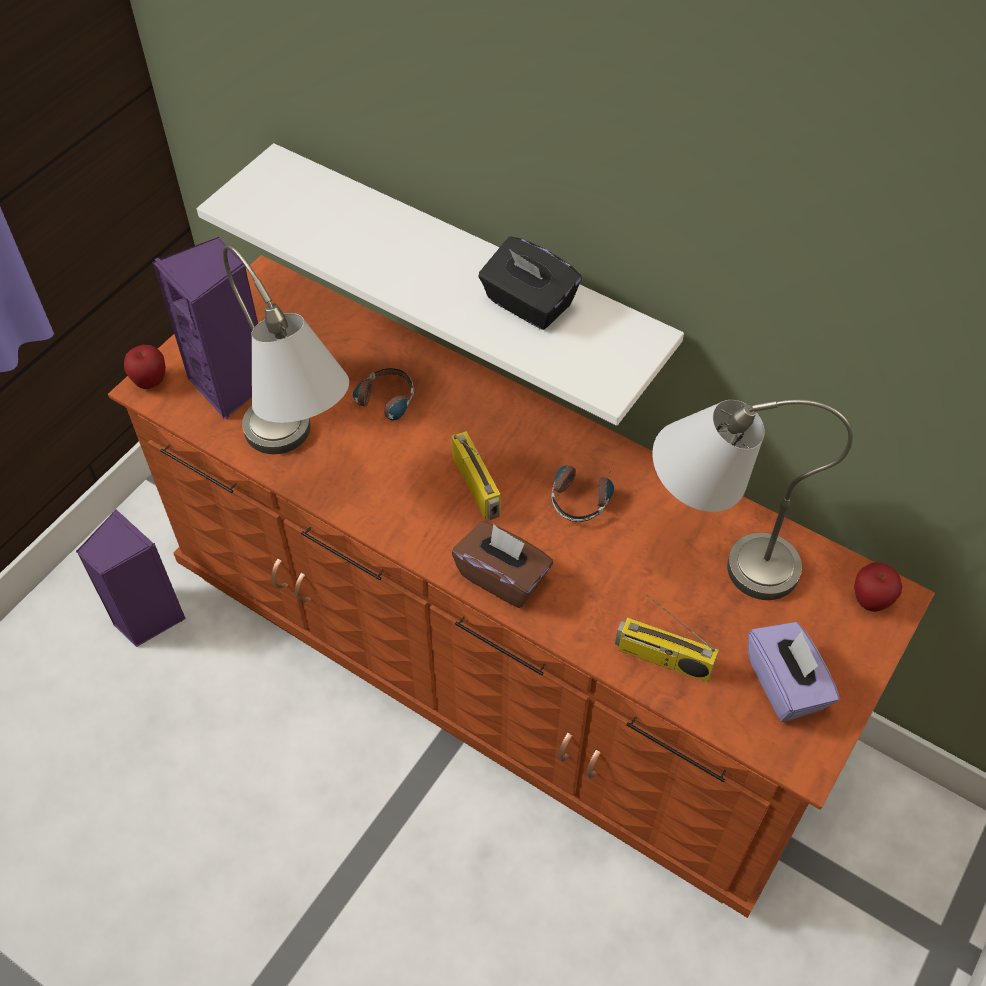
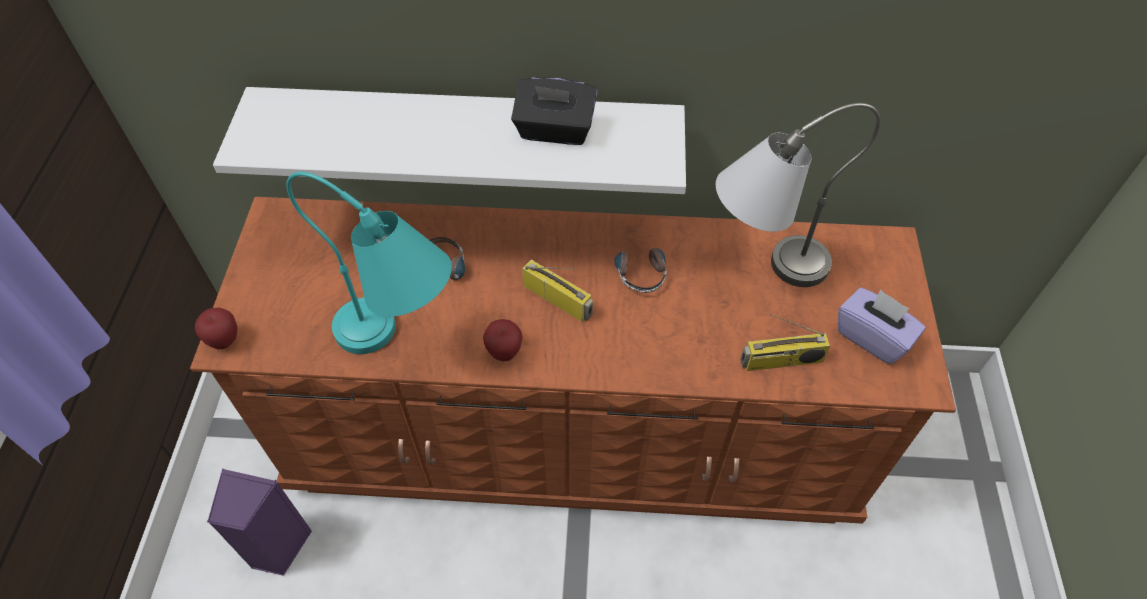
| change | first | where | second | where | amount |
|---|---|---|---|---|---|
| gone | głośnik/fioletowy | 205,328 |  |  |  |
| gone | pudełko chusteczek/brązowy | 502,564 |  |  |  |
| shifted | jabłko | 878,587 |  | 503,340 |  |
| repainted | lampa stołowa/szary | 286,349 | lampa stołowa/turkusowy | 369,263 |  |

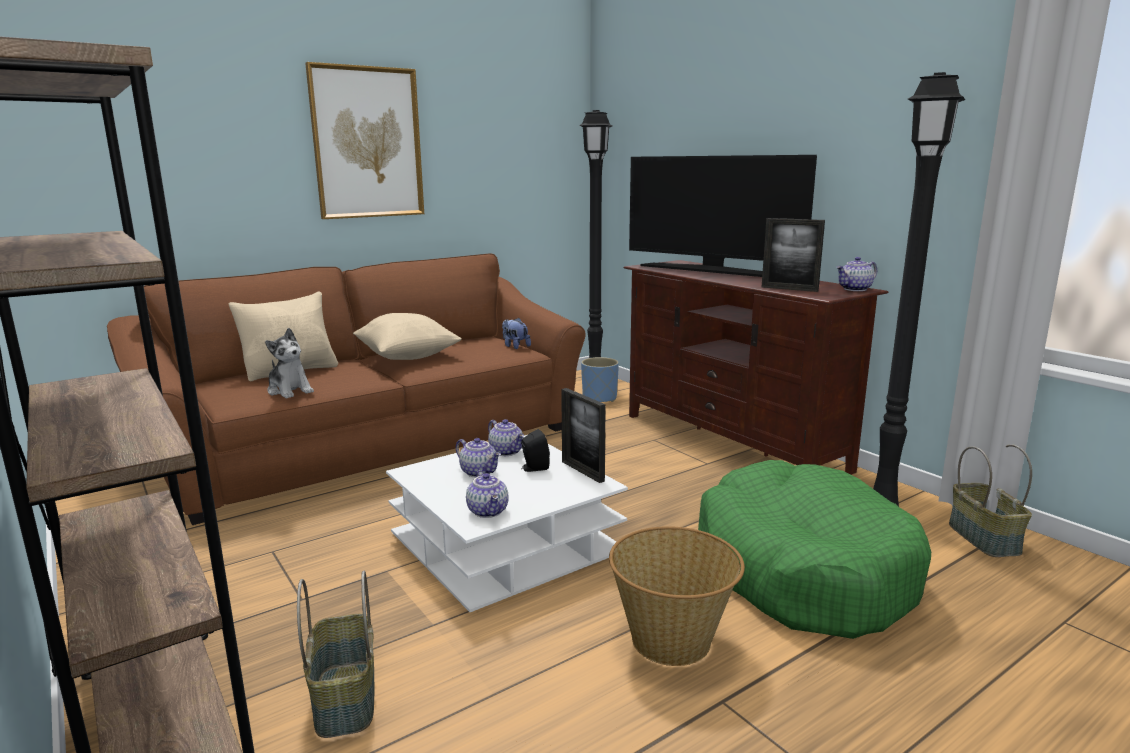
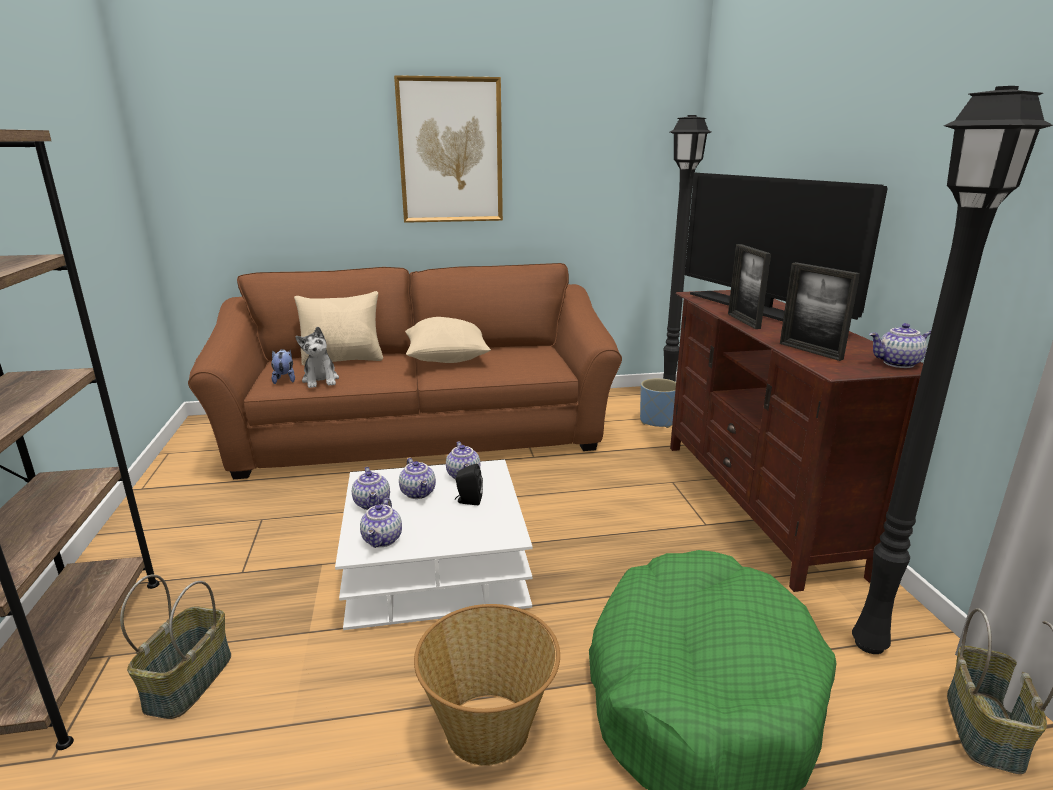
| change | first | where | second | where | amount |
|---|---|---|---|---|---|
| new |  |  | imbryk | 371,488 |  |
| shifted | pluszak | 516,333 |  | 283,366 |  |
| shifted | ramka na zdjęcie | 583,435 |  | 749,286 |  |

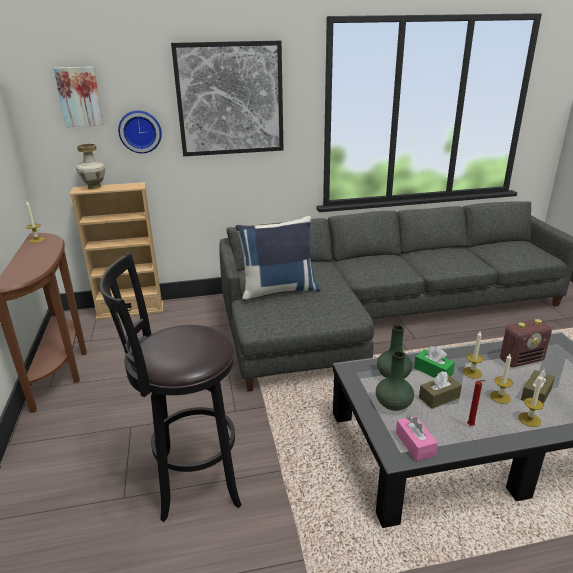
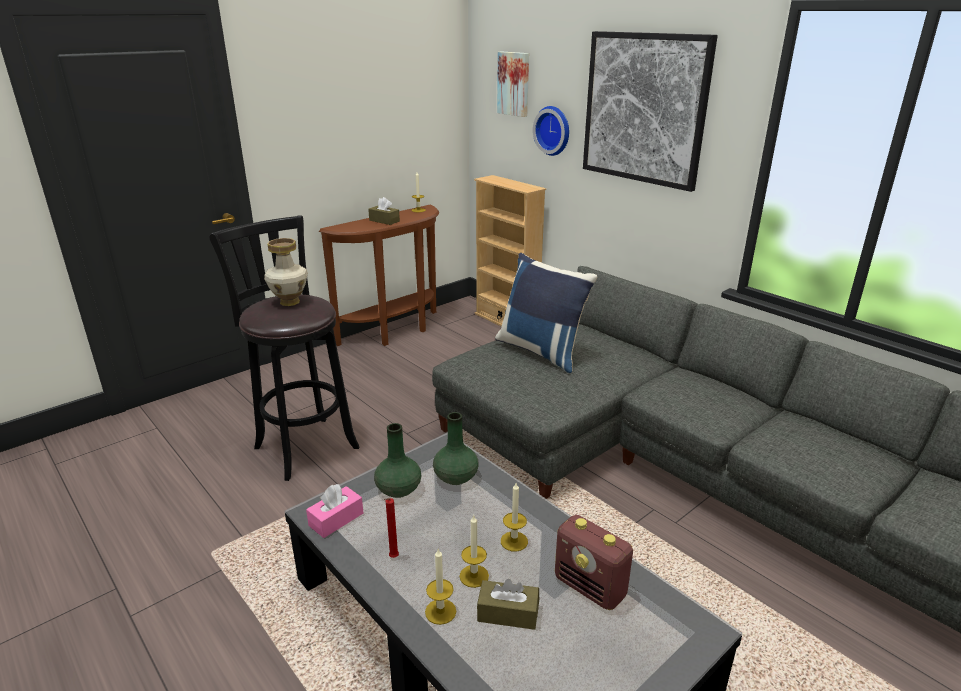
| change | first | where | second | where | amount |
|---|---|---|---|---|---|
| gone | pudełko chusteczek/zielony | 434,362 |  |  |  |
| shifted | wazon | 91,166 |  | 286,272 |  |
| shifted | pudełko chusteczek/brązowy | 440,390 |  | 384,211 |  |

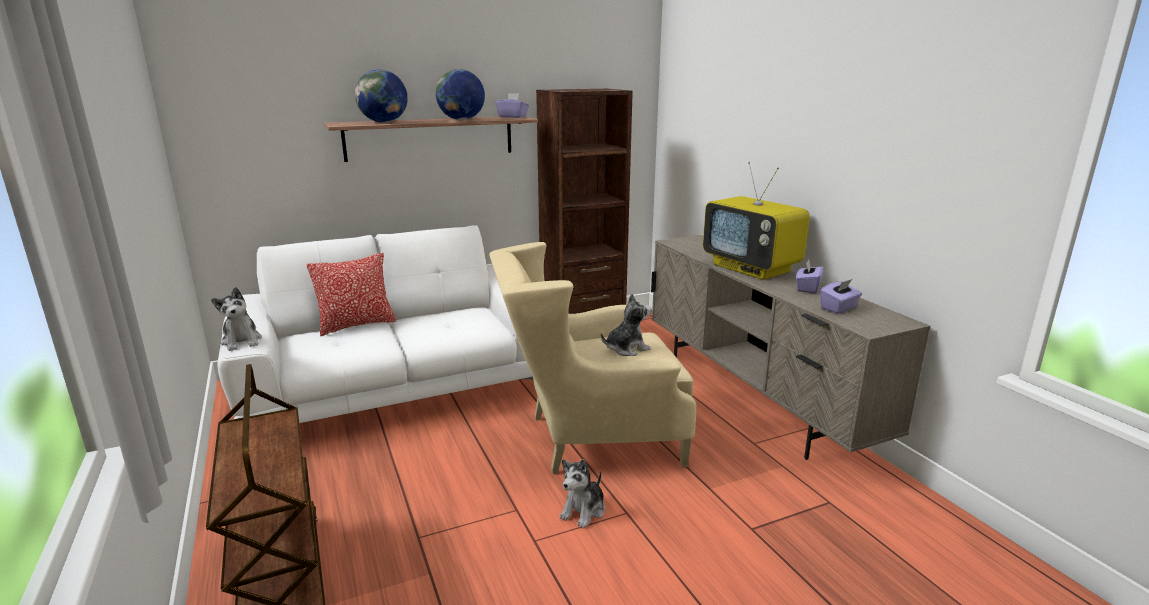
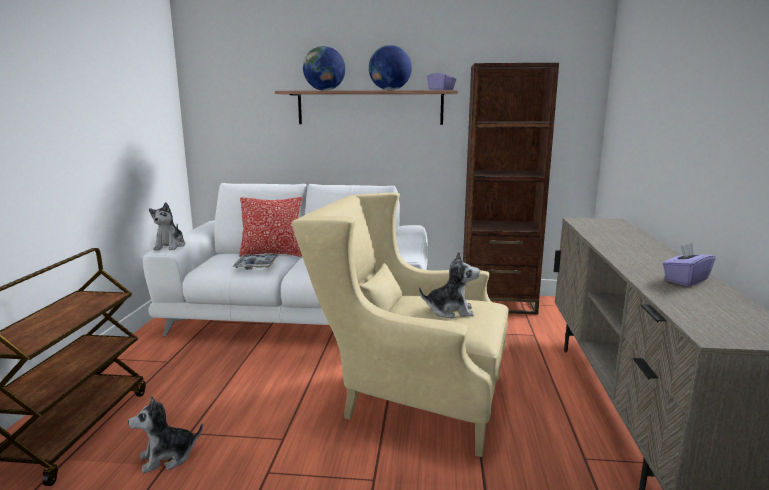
| change | first | where | second | where | amount |
|---|---|---|---|---|---|
| gone | telewizor | 756,221 |  |  |  |
| gone | pudełko chusteczek/fioletowy | 841,296 |  |  |  |
| new |  |  | taca | 255,262 |  |
| shifted | pluszak | 582,493 |  | 165,435 |  |

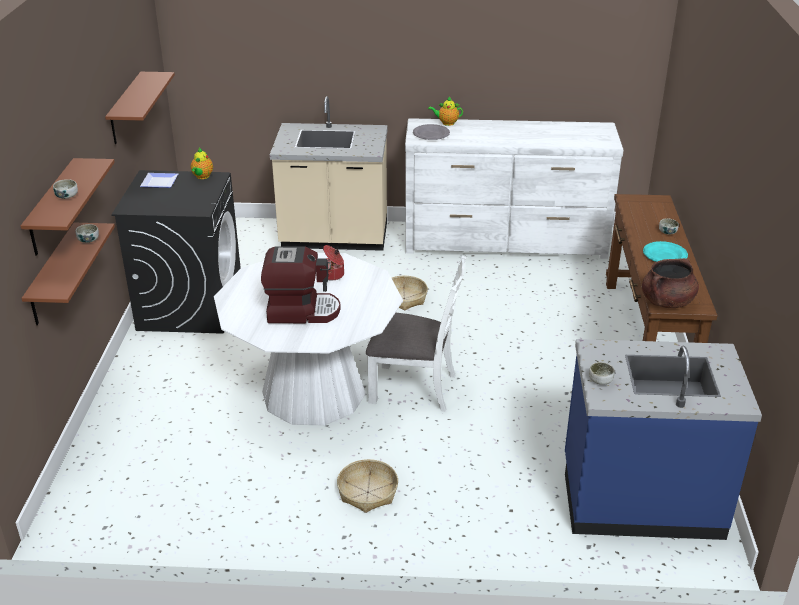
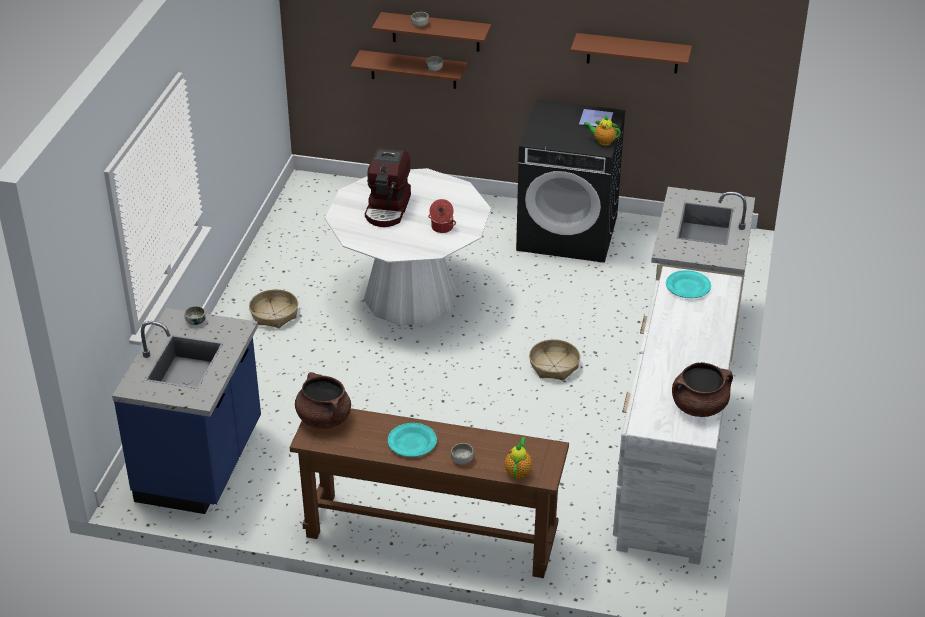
| change | first | where | second | where | amount |
|---|---|---|---|---|---|
| gone | krzesło/biały | 416,333 |  |  |  |
| new |  |  | garnek/brązowy | 702,389 |  |
| shifted | imbryk | 445,111 |  | 518,458 |  |
| repainted | talerz/szary | 431,132 | talerz/turkusowy | 688,284 |  |

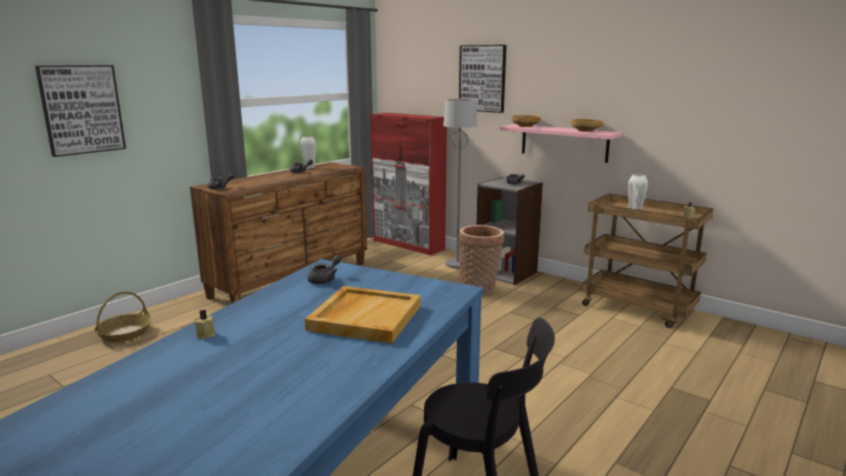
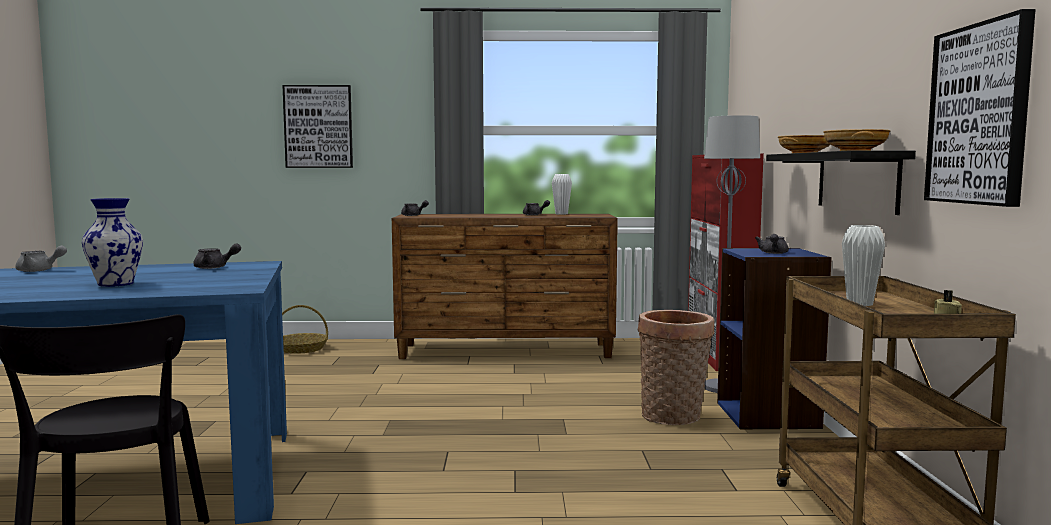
| change | first | where | second | where | amount |
|---|---|---|---|---|---|
| shifted | obraz | 482,79 |  | 980,108 |  |
| swapped | świeca/beżowy | 204,324 | imbryk/szary | 41,259 |  |
| swapped | taca/beżowy | 363,315 | wazon | 112,242 |  |
| repainted | regał/szary | 510,231 | regał/niebieski | 774,338 |  |
| repainted | półka/różowy | 561,143 | półka/czarny | 841,182 |  |

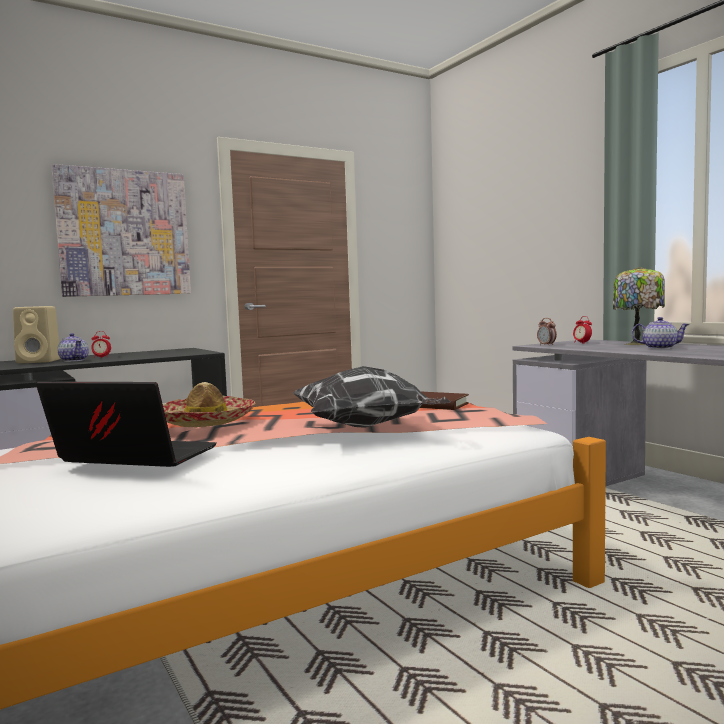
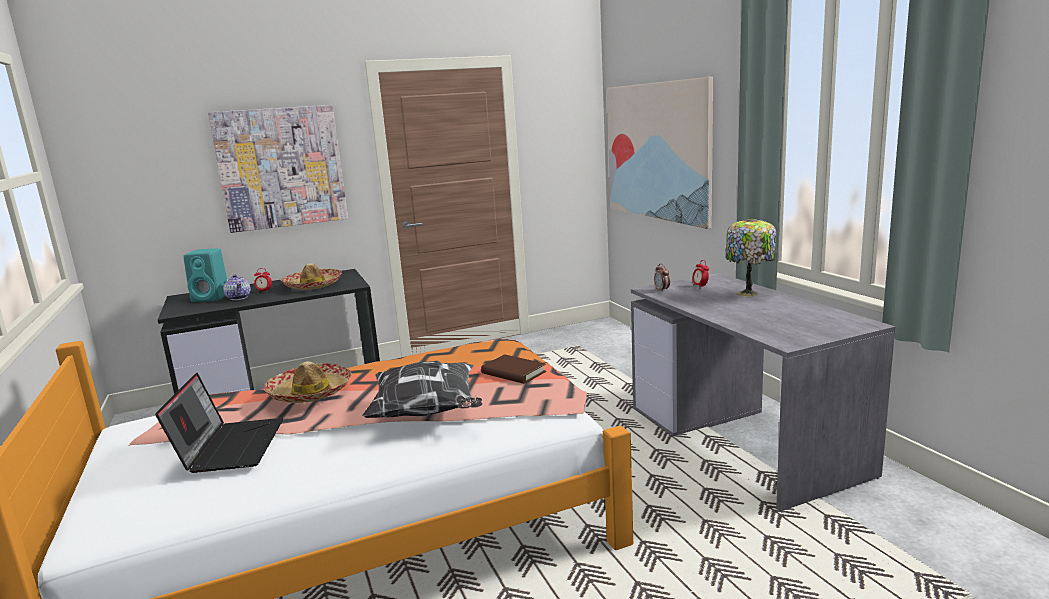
| change | first | where | second | where | amount |
|---|---|---|---|---|---|
| gone | imbryk | 660,333 |  |  |  |
| new |  |  | kapelusz | 311,276 |  |
| new |  |  | obraz | 660,153 |  |
| repainted | głośnik/beżowy | 36,334 | głośnik/turkusowy | 205,275 |  |
| rotated | laptop | 126,424 |  | 219,423 | 60 degrees clockwise |

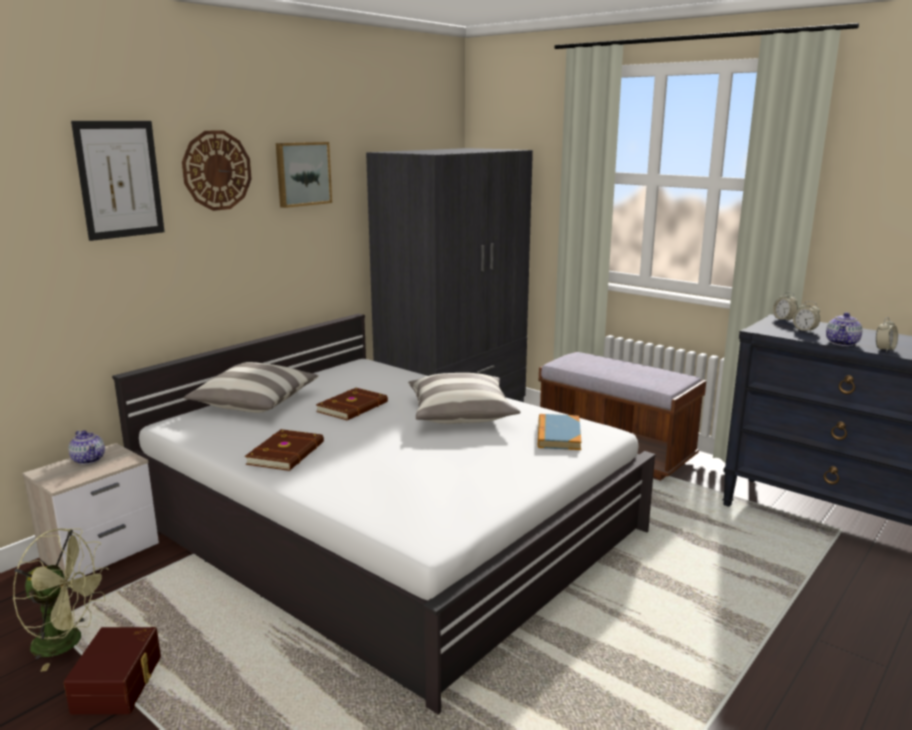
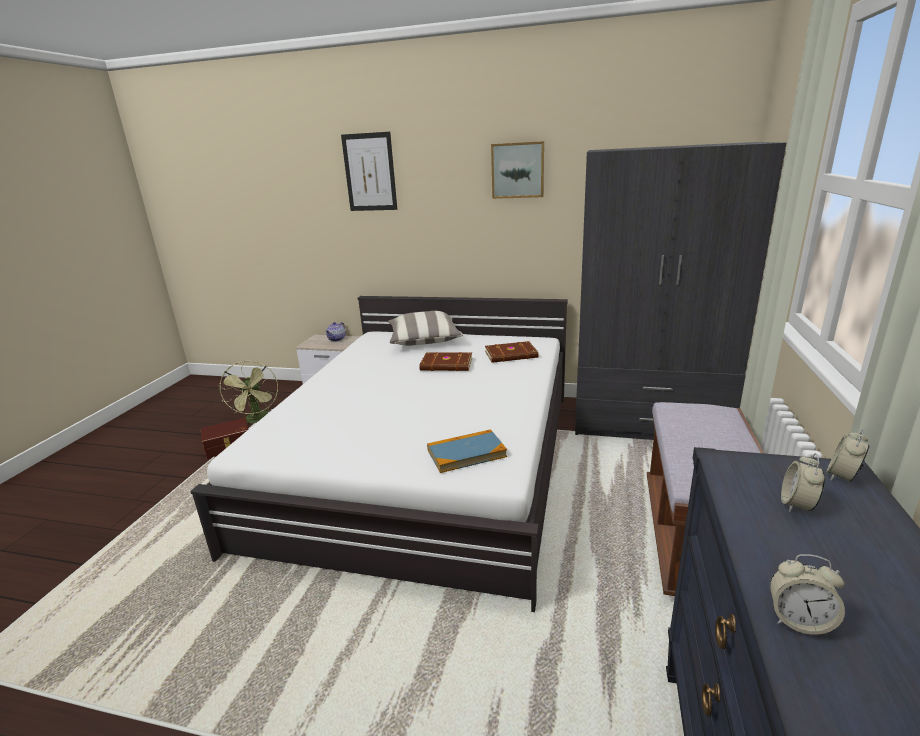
| change | first | where | second | where | amount |
|---|---|---|---|---|---|
| gone | zegar ścienny | 217,170 |  |  |  |
| gone | poduszka | 464,398 |  |  |  |
| gone | imbryk | 844,329 |  |  |  |
| shifted | książka/brązowy | 284,450 |  | 512,352 |  |

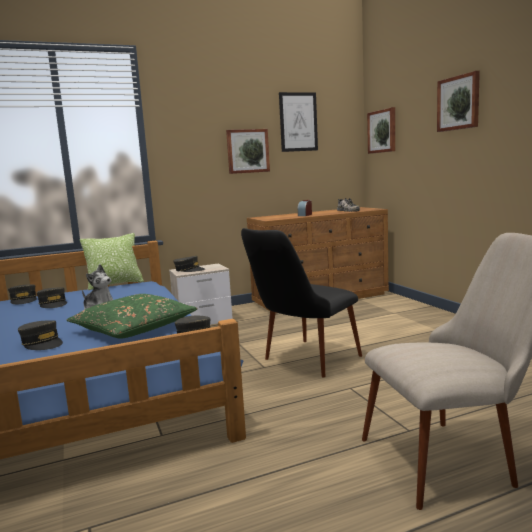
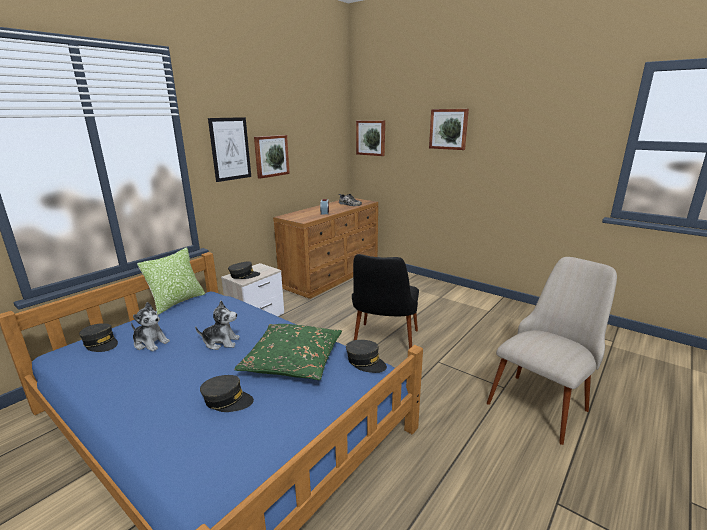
| change | first | where | second | where | amount |
|---|---|---|---|---|---|
| shifted | obraz | 298,122 |  | 229,149 |  |
| swapped | czapka z daszkiem/szary | 51,297 | pluszak | 150,326 |  |

